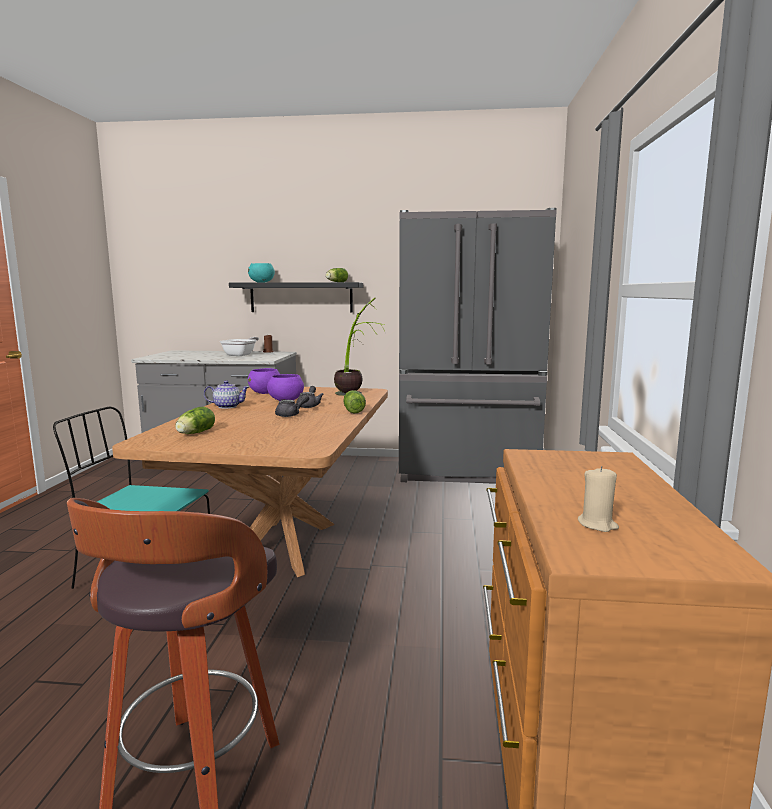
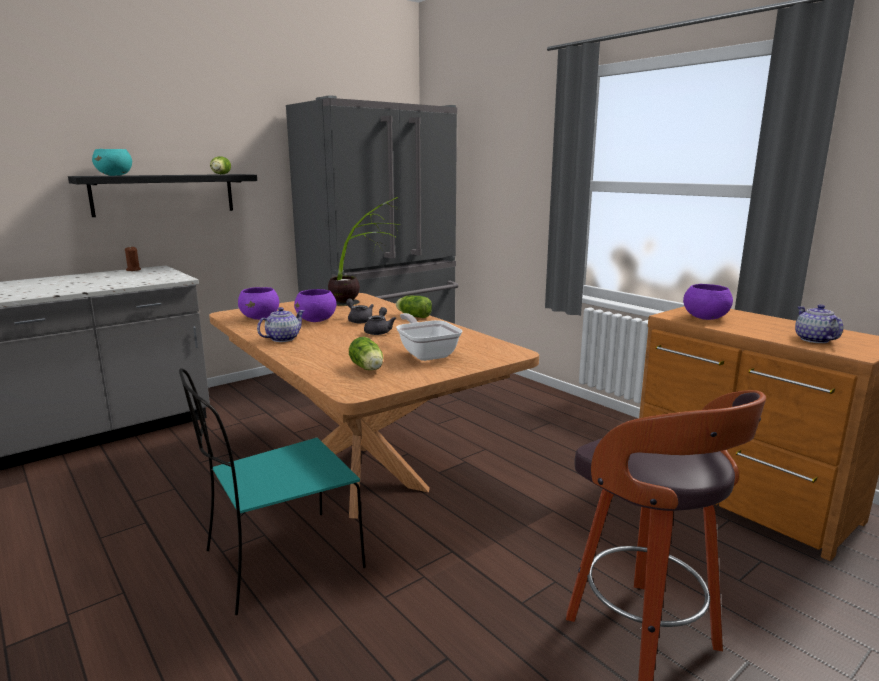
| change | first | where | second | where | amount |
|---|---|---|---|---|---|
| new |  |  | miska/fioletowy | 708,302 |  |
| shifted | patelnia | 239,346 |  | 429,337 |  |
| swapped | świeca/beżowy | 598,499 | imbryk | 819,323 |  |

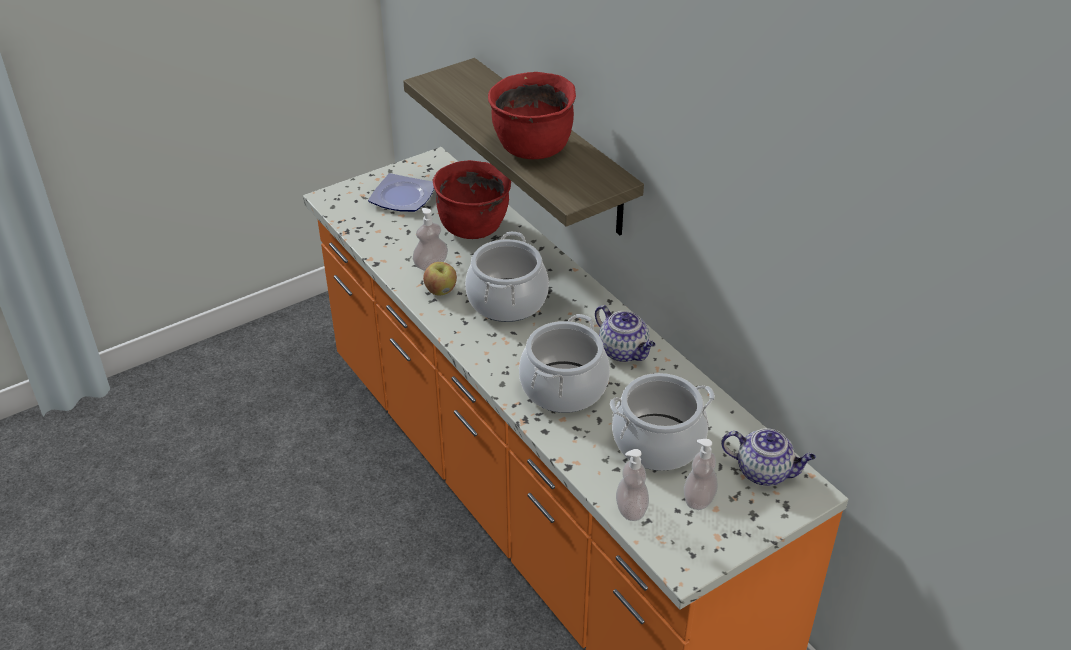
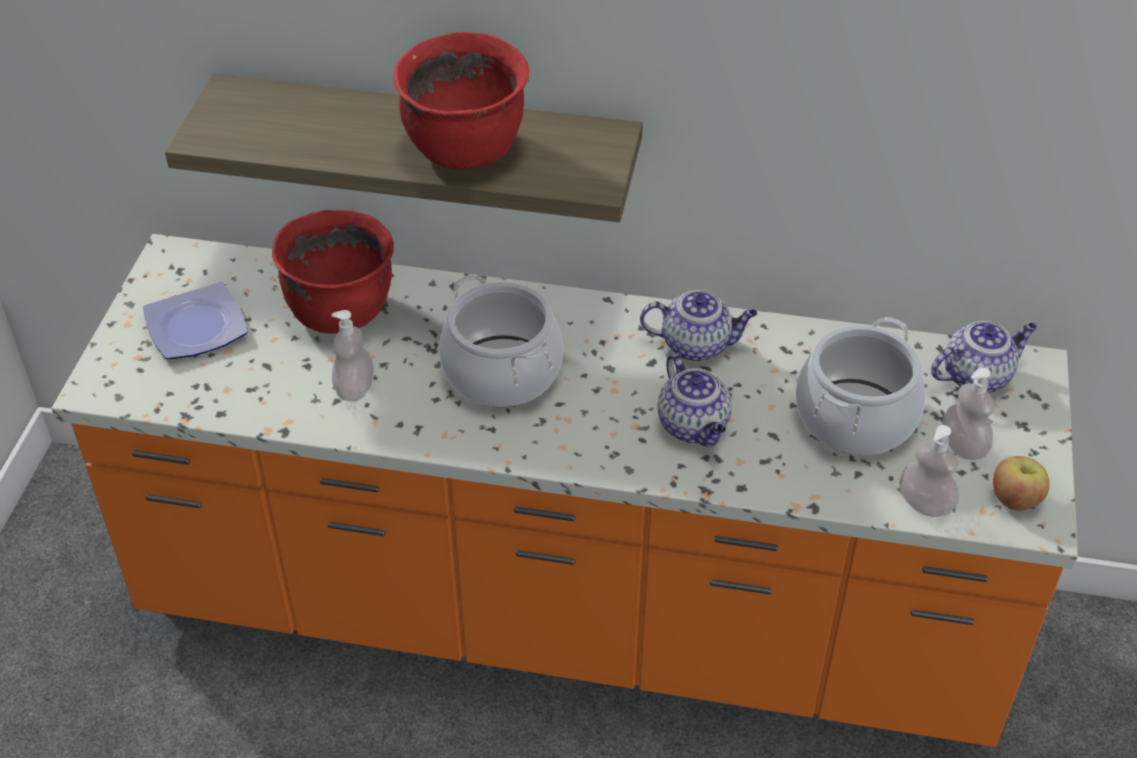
| change | first | where | second | where | amount |
|---|---|---|---|---|---|
| shifted | jabłko | 440,278 |  | 1021,483 |  |
| swapped | garnek | 564,363 | imbryk | 694,400 |  |

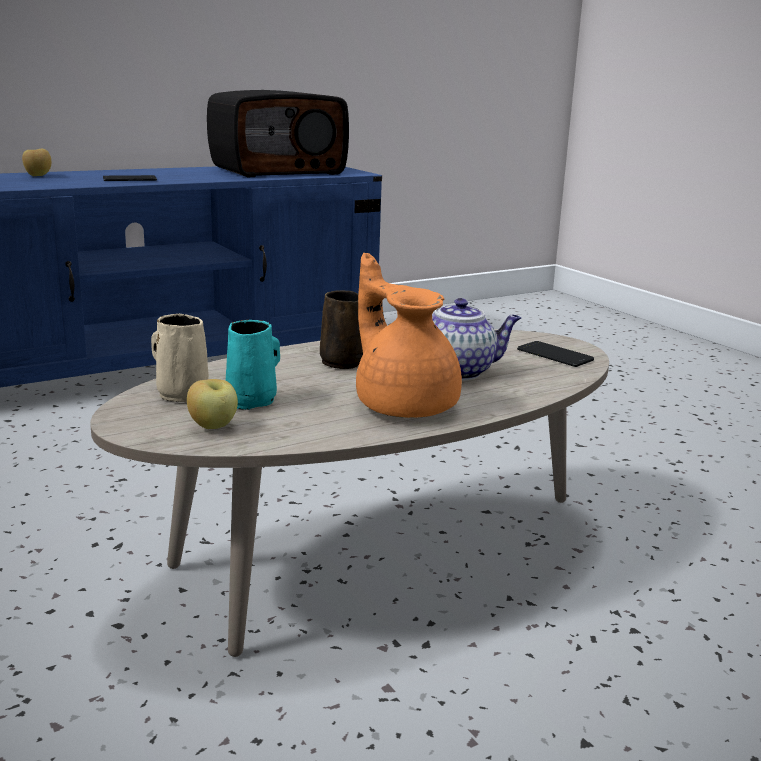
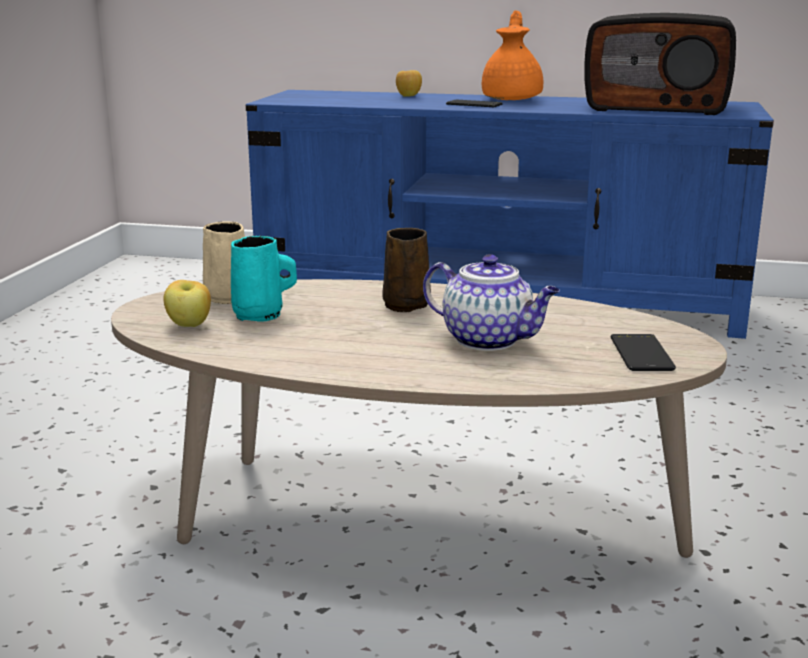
| change | first | where | second | where | amount |
|---|---|---|---|---|---|
| shifted | imbryk/pomarańczowy | 409,335 |  | 512,55 |  |

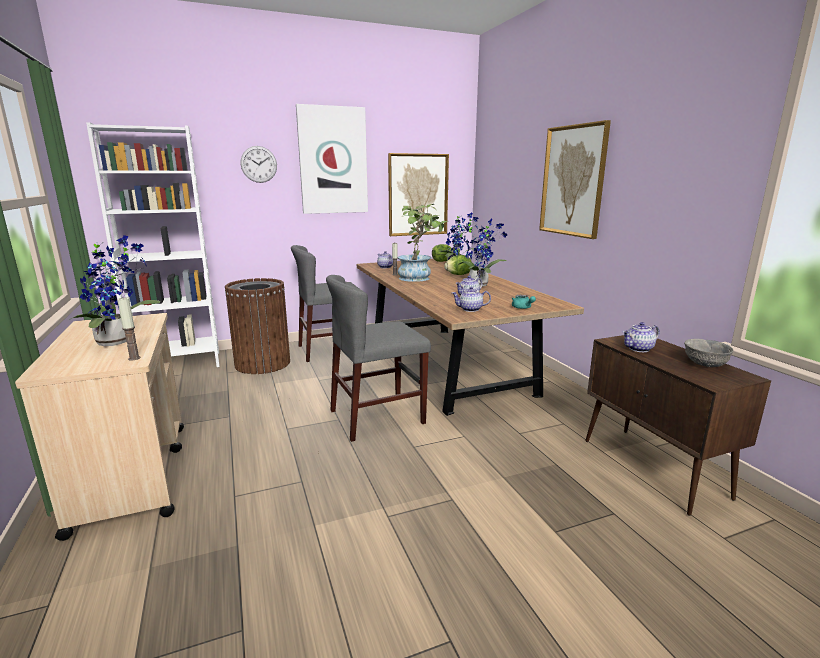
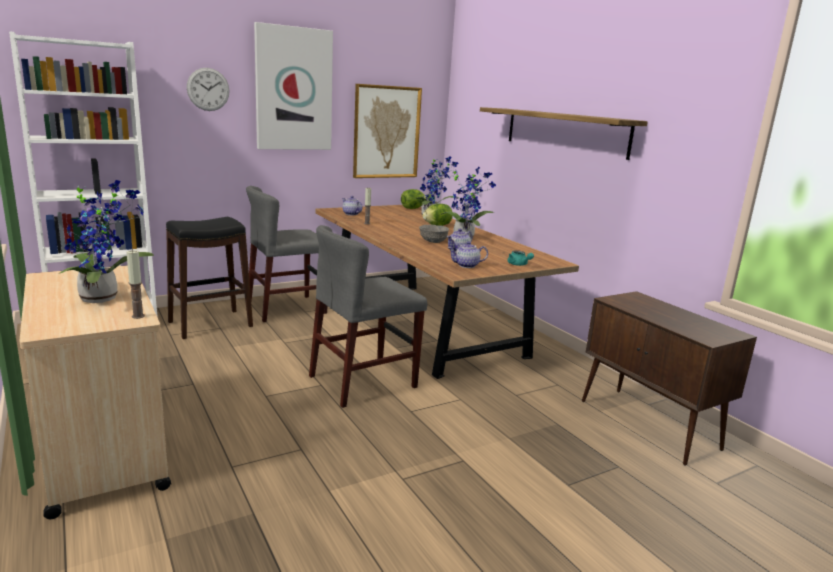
| change | first | where | second | where | amount |
|---|---|---|---|---|---|
| gone | roślina doniczkowa | 423,243 |  |  |  |
| gone | imbryk | 641,337 |  |  |  |
| shifted | miska/szary | 709,353 |  | 434,234 |  |
| swapped | kosz na śmieci/brązowy | 257,326 | stołek/czarny | 209,278 |  |
| swapped | obraz | 575,179 | półka | 564,133 |  |

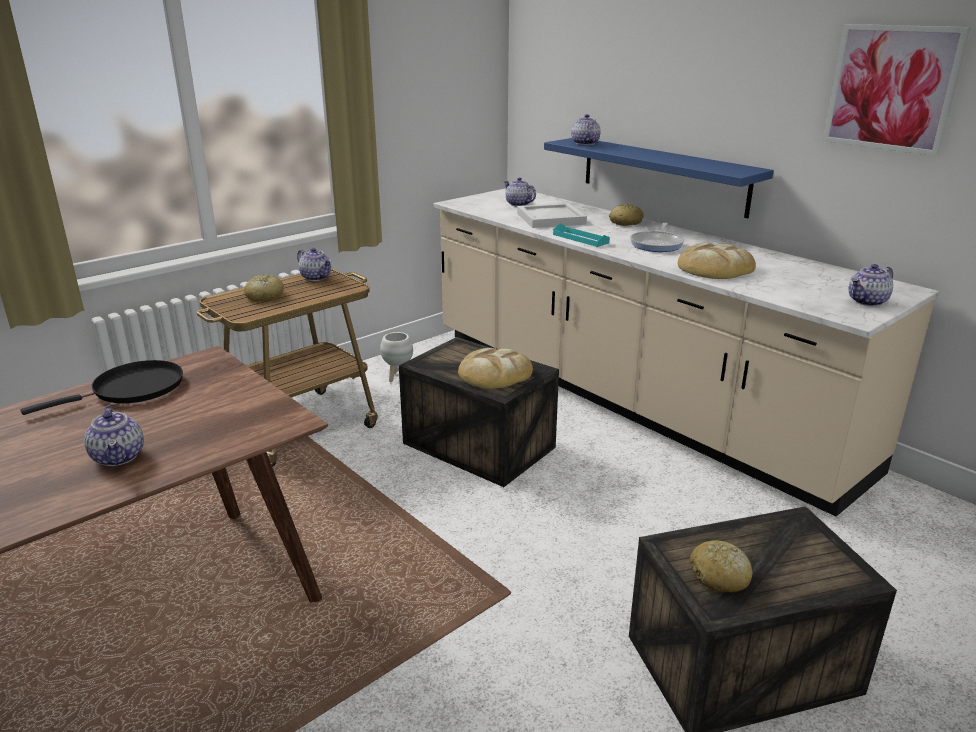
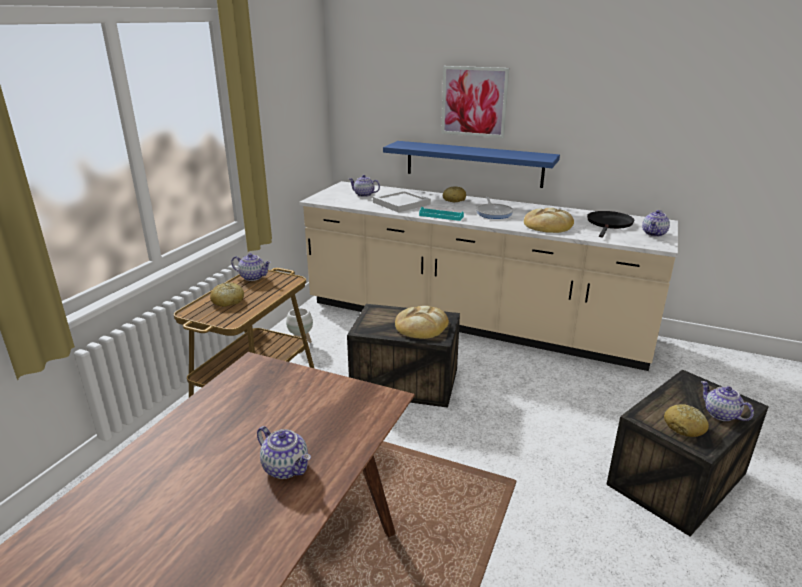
| change | first | where | second | where | amount |
|---|---|---|---|---|---|
| shifted | patelnia/czarny | 102,387 |  | 610,224 |  |
| shifted | imbryk | 586,129 |  | 727,401 |  |
| shifted | obraz | 896,90 |  | 475,102 |  |

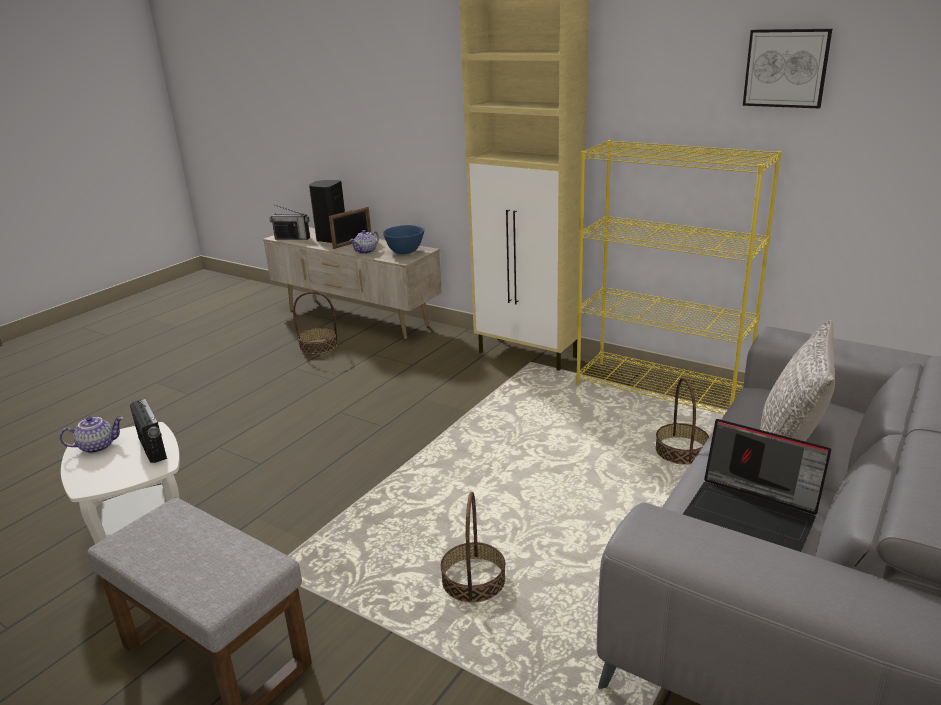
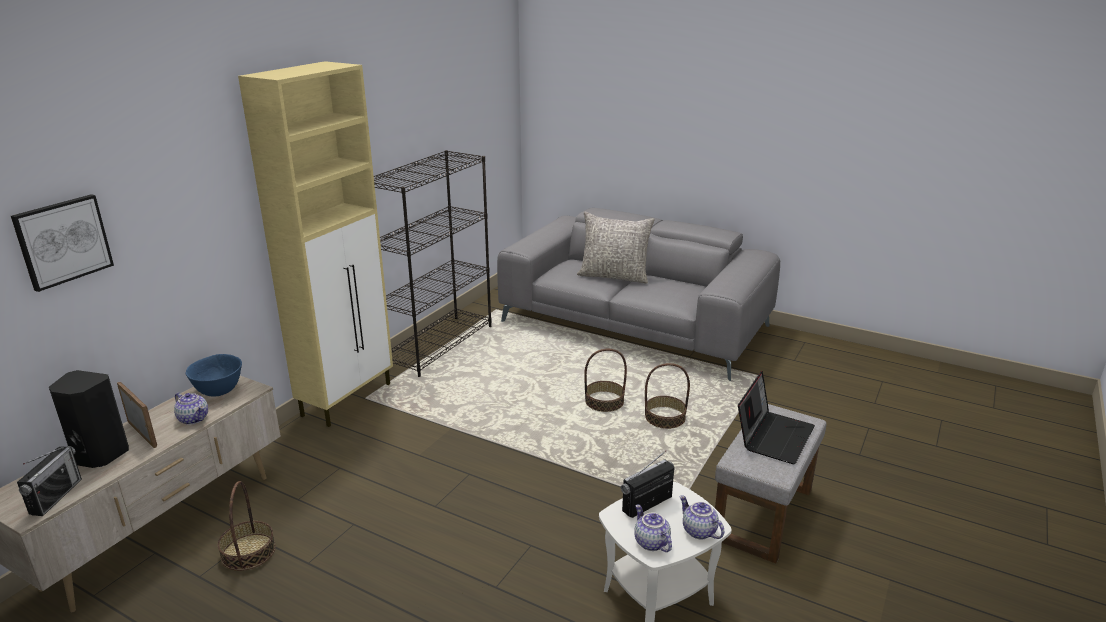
| change | first | where | second | where | amount |
|---|---|---|---|---|---|
| new |  |  | imbryk | 701,517 |  |
| shifted | koszyk | 682,421 |  | 605,380 |  |
| shifted | laptop | 757,485 |  | 776,417 |  |
| shifted | obraz | 787,68 |  | 62,243 |  |
| repainted | regał/żółty | 679,277 | regał/czarny | 433,263 |  |

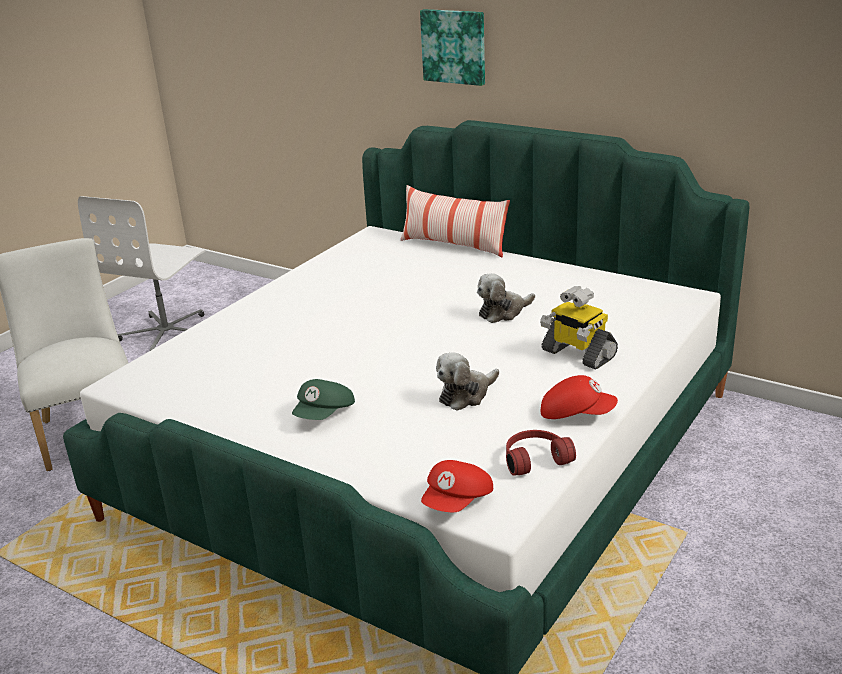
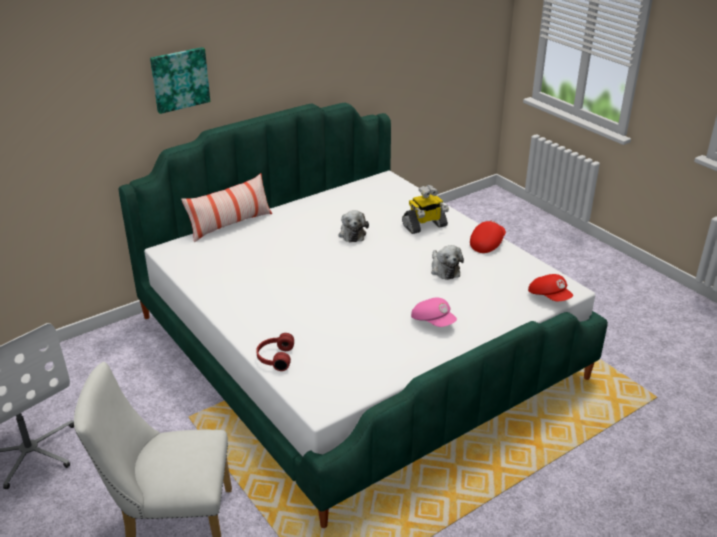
| change | first | where | second | where | amount |
|---|---|---|---|---|---|
| shifted | słuchawki/czerwony | 541,453 |  | 275,352 |  |
| repainted | czapka z daszkiem/zielony | 323,399 | czapka z daszkiem/różowy | 434,312 |  |

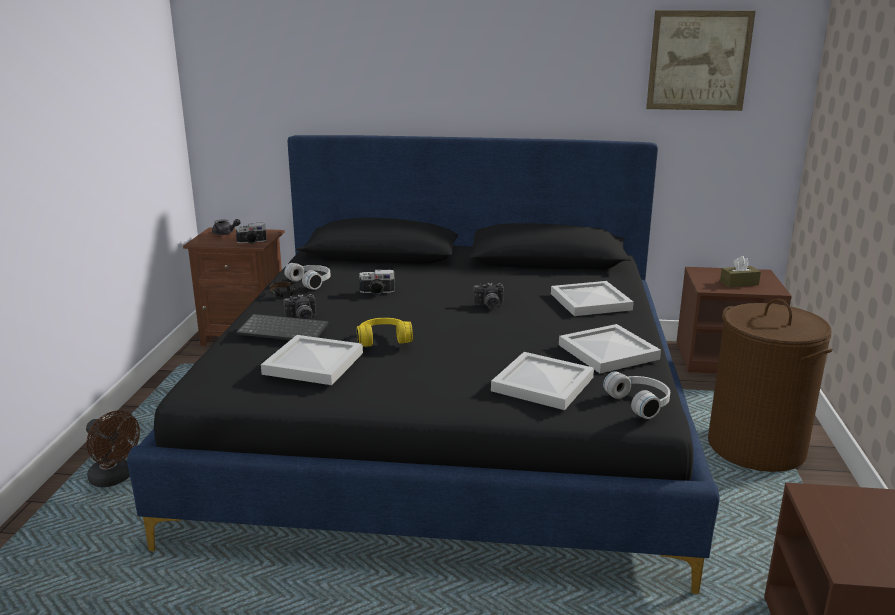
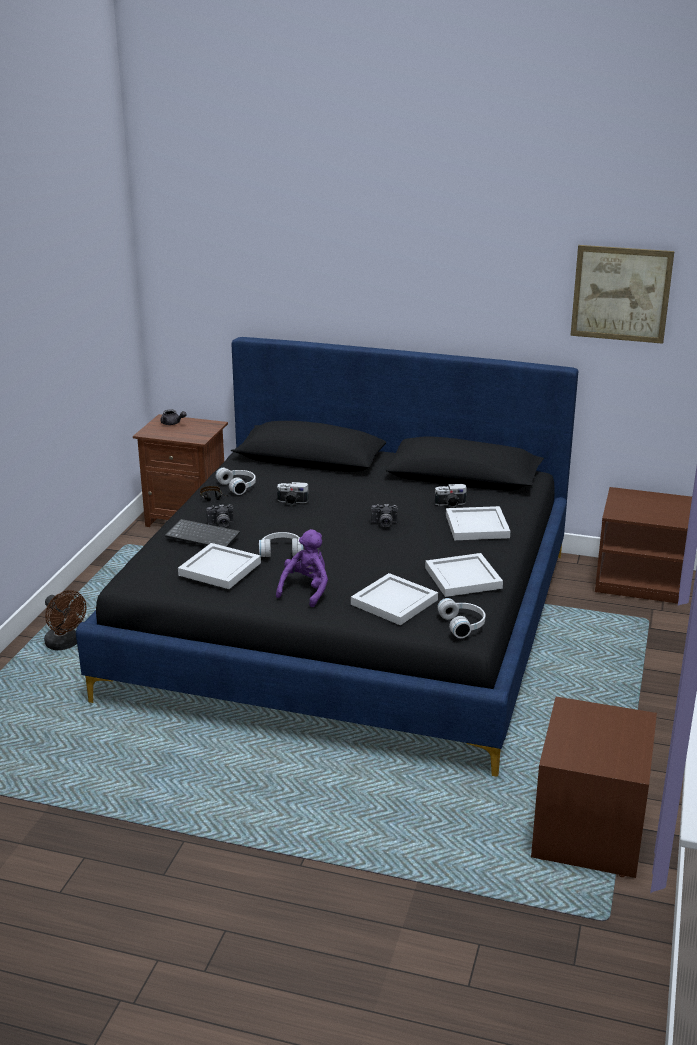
| change | first | where | second | where | amount |
|---|---|---|---|---|---|
| gone | kosz na pranie/brązowy | 770,385 |  |  |  |
| gone | pudełko chusteczek/brązowy | 740,271 |  |  |  |
| new |  |  | pluszak/fioletowy | 302,568 |  |
| shifted | aparat fotograficzny | 251,233 |  | 451,496 |  |
| repainted | słuchawki/żółty | 385,332 | słuchawki/biały | 281,544 |  |

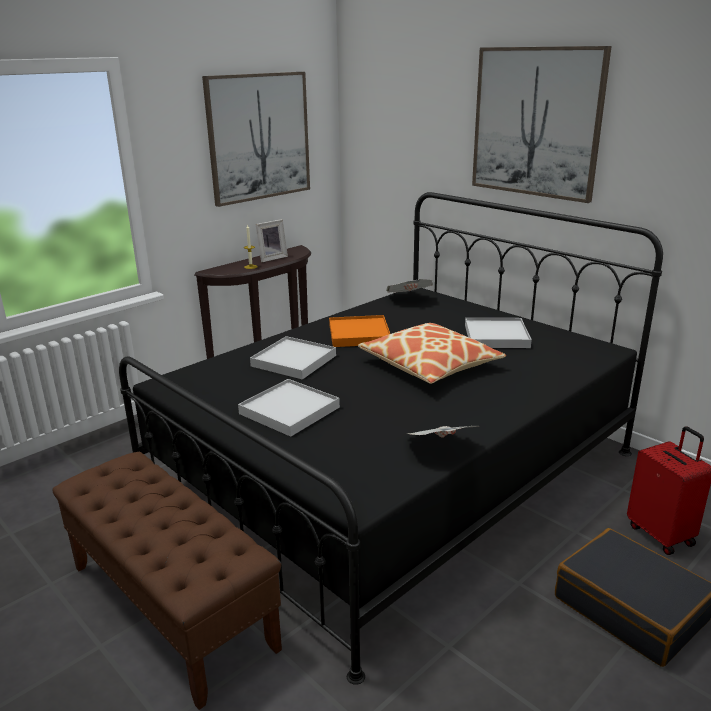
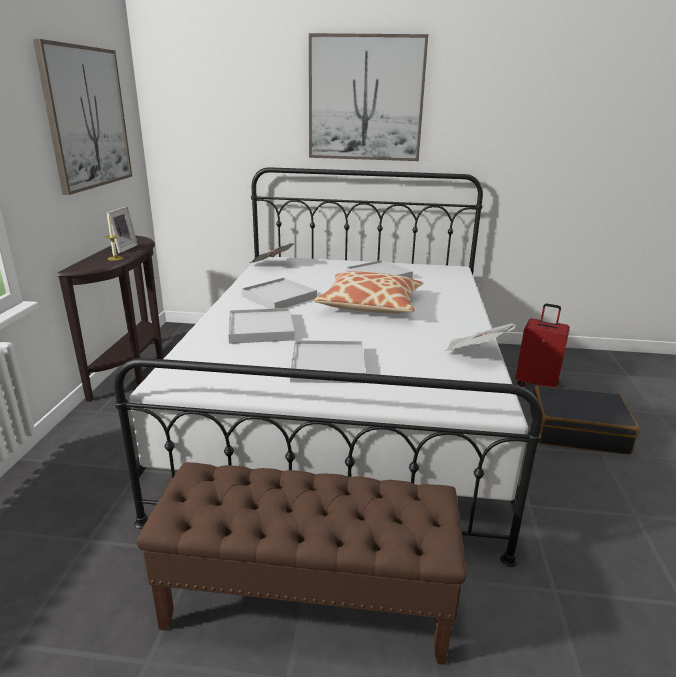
| change | first | where | second | where | amount |
|---|---|---|---|---|---|
| repainted | łóżko/czarny | 391,438 | łóżko/biały | 328,367 |  |
| repainted | taca/pomarańczowy | 359,331 | taca/biały | 279,293 |  |

